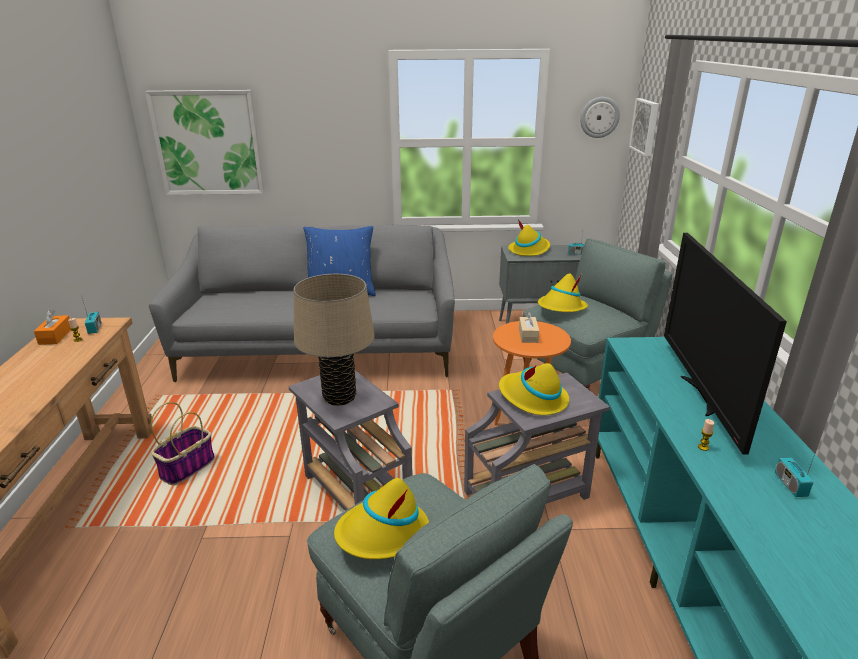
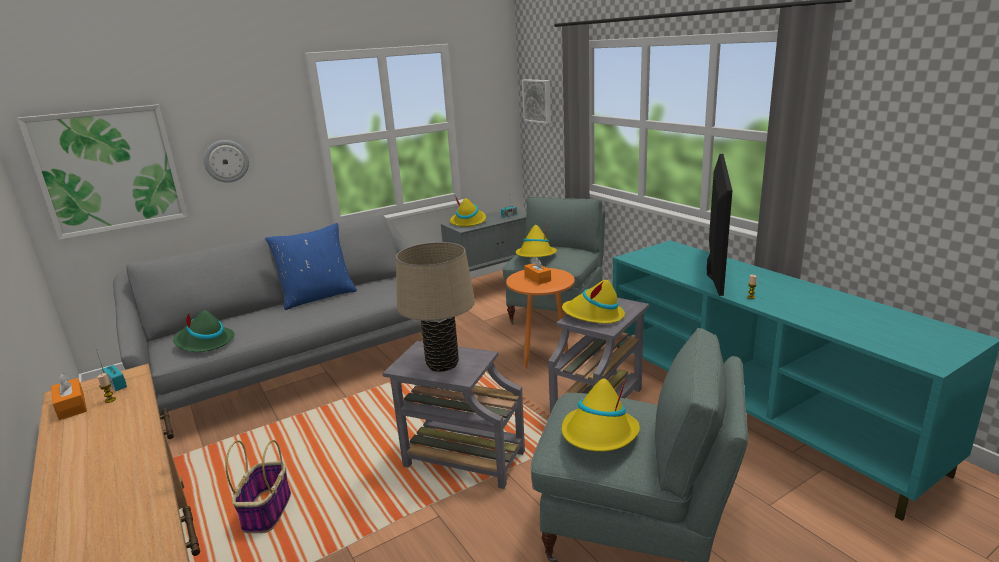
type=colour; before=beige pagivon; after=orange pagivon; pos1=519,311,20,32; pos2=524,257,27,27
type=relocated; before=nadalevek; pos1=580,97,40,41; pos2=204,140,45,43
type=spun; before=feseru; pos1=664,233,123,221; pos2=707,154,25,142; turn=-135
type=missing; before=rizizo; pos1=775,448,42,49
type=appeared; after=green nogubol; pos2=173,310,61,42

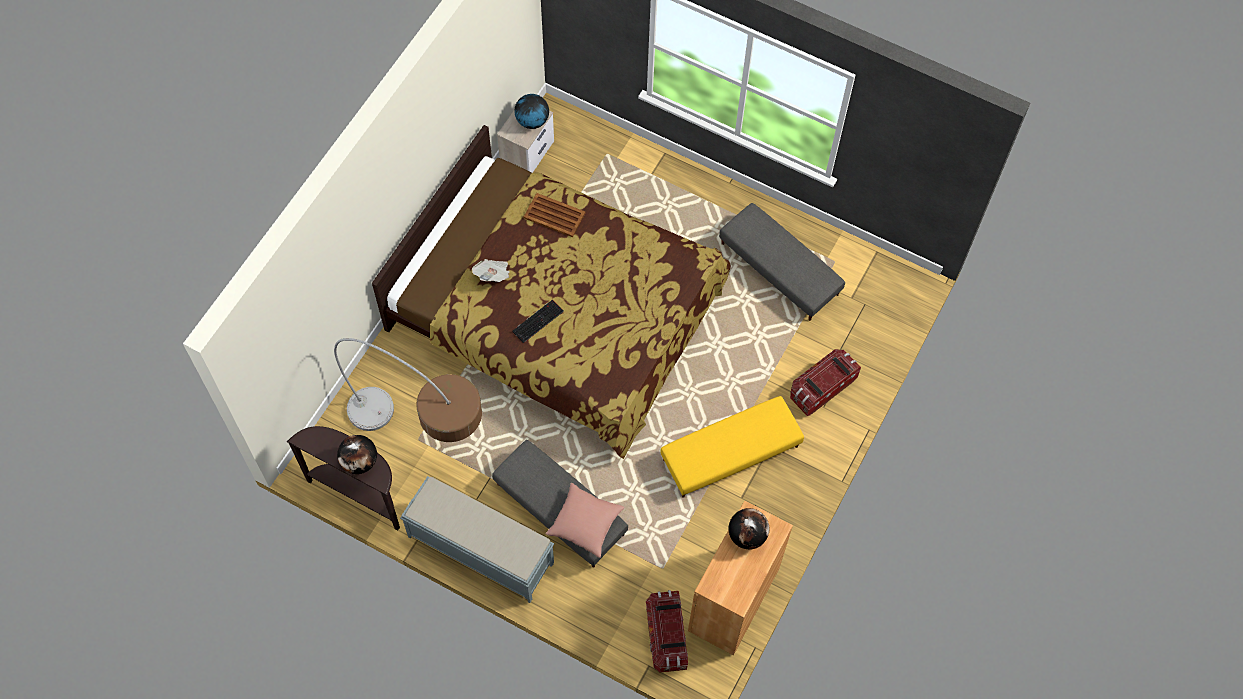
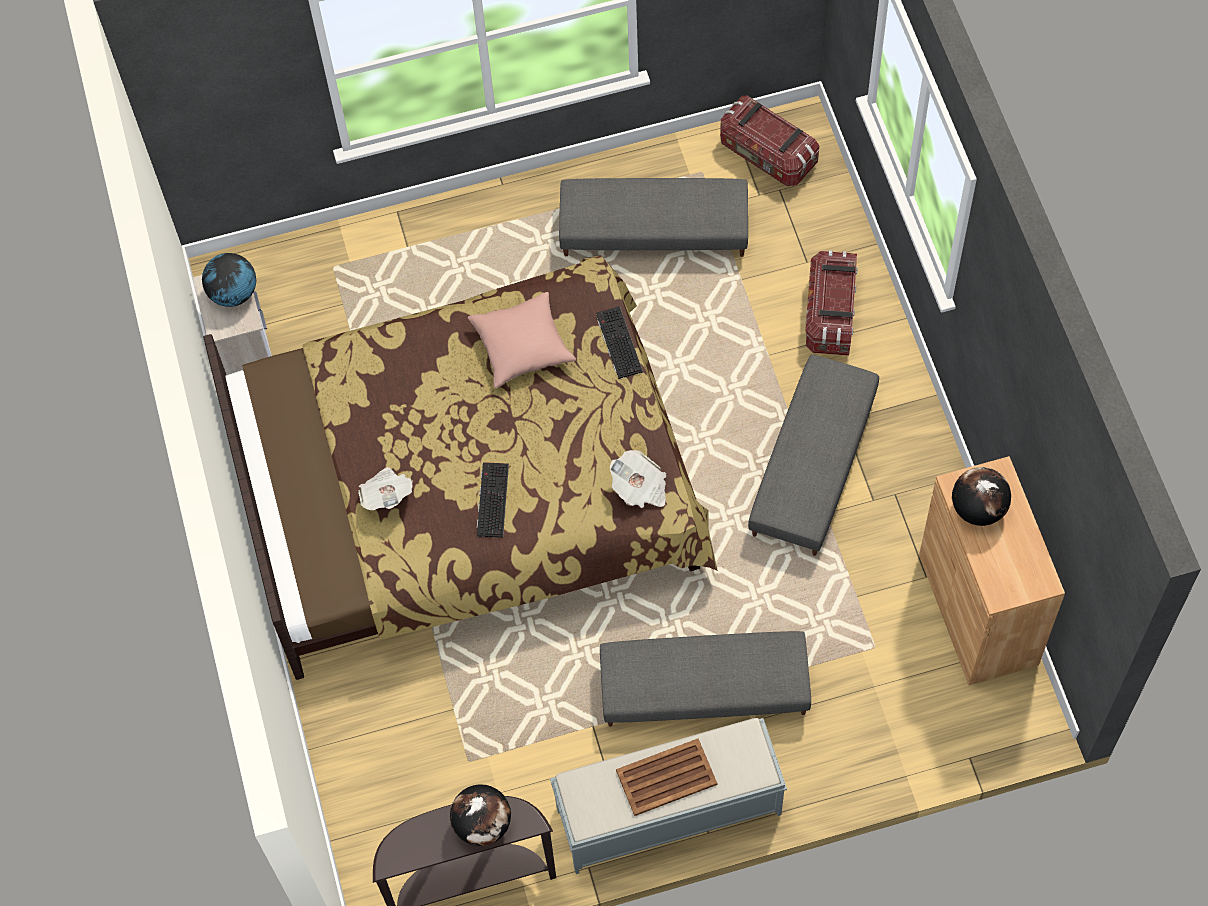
type=missing; before=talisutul; pos1=334,338,148,104
type=relocated; before=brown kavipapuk; pos1=524,193,61,44; pos2=616,739,101,77
type=relocated; before=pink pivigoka; pos1=546,483,79,75; pos2=468,292,108,96
type=relocated; before=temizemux; pos1=646,590,42,82; pos2=720,96,99,90
type=colour; before=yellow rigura; after=grey rigura; pos1=660,396,144,102; pos2=748,355,131,201
type=appeared; after=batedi; pos2=596,306,47,73
type=appeared; after=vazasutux; pos2=610,450,56,58

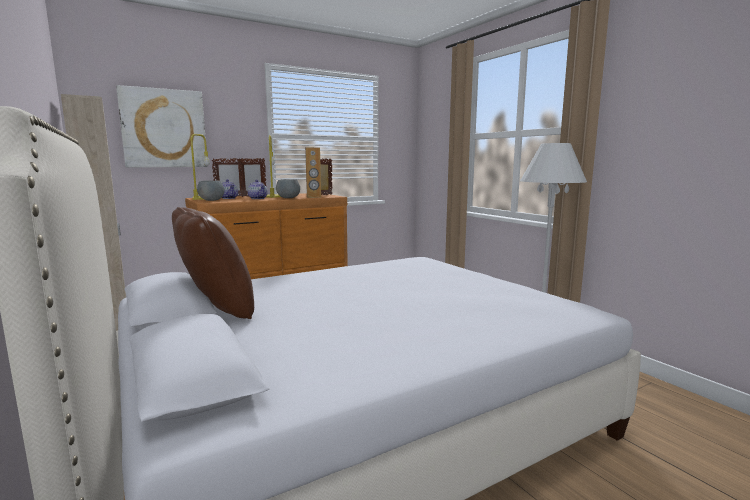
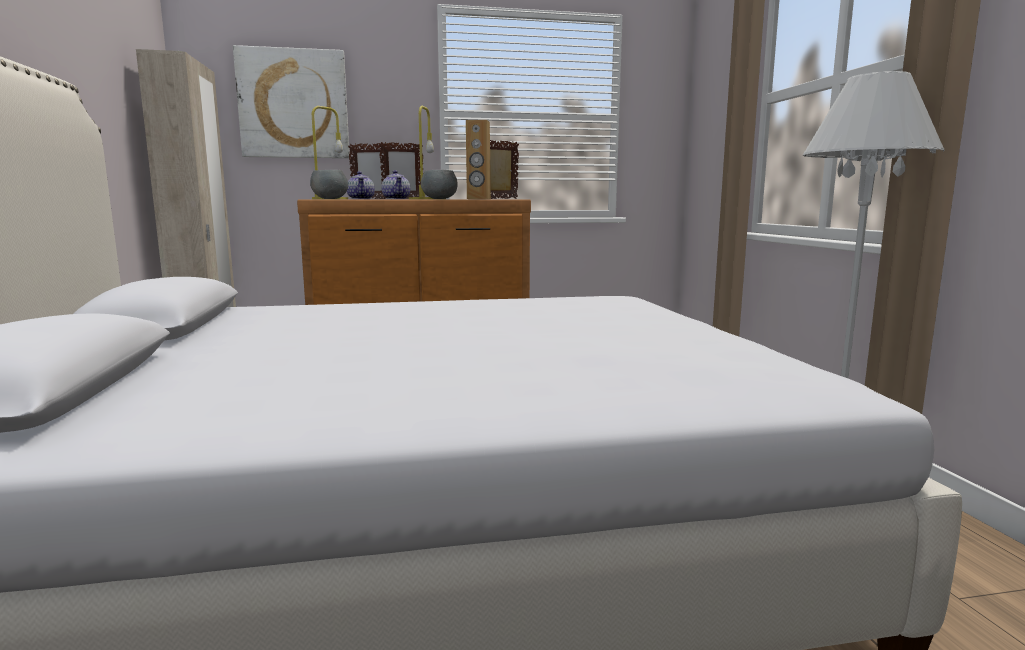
type=missing; before=brown pivigoka; pos1=172,207,82,112

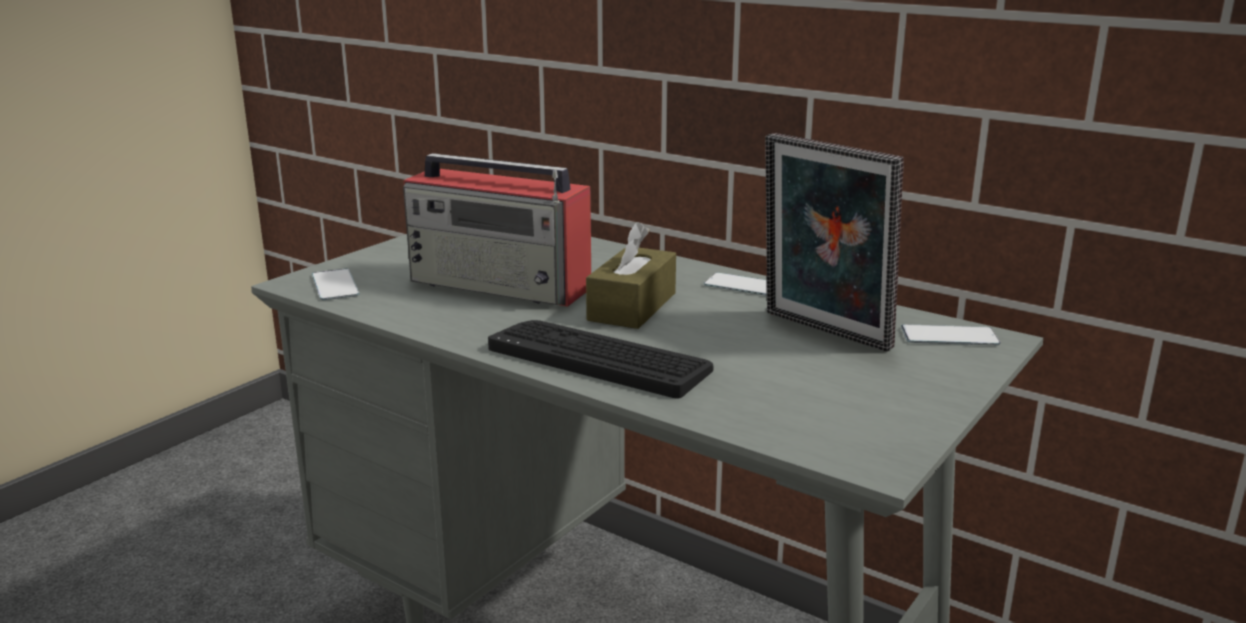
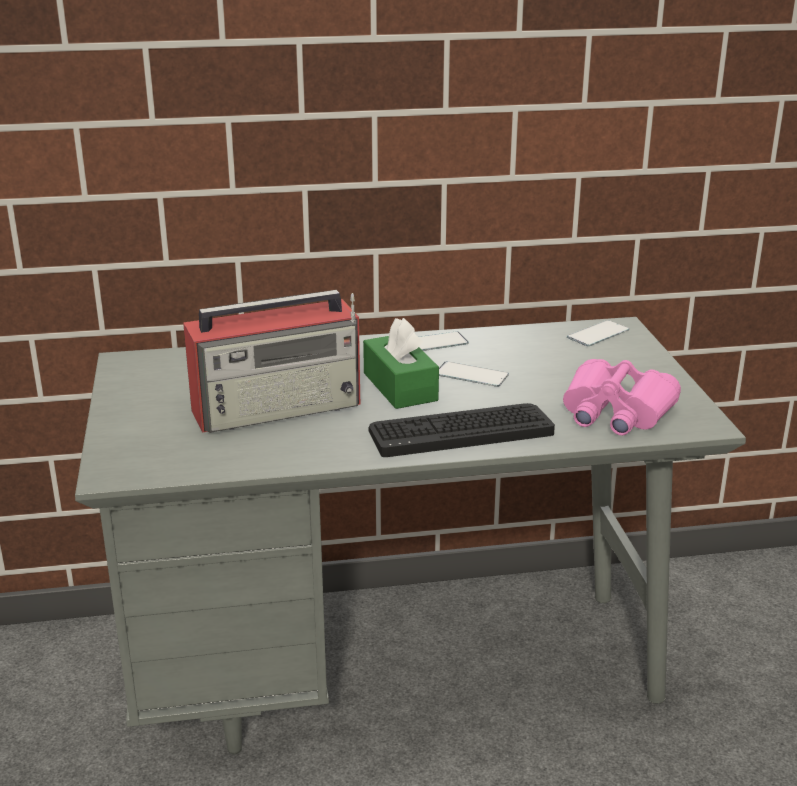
type=relocated; before=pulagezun; pos1=312,269,47,31; pos2=439,361,70,26
type=colour; before=brown pagivon; after=green pagivon; pos1=586,222,90,107; pos2=363,318,76,91
type=missing; before=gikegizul; pos1=765,133,139,219
type=appeared; after=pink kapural; pos2=563,359,118,76

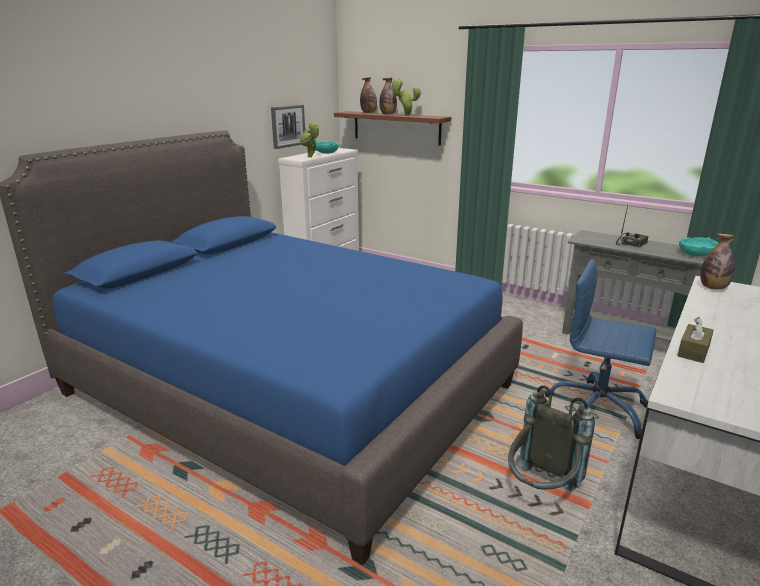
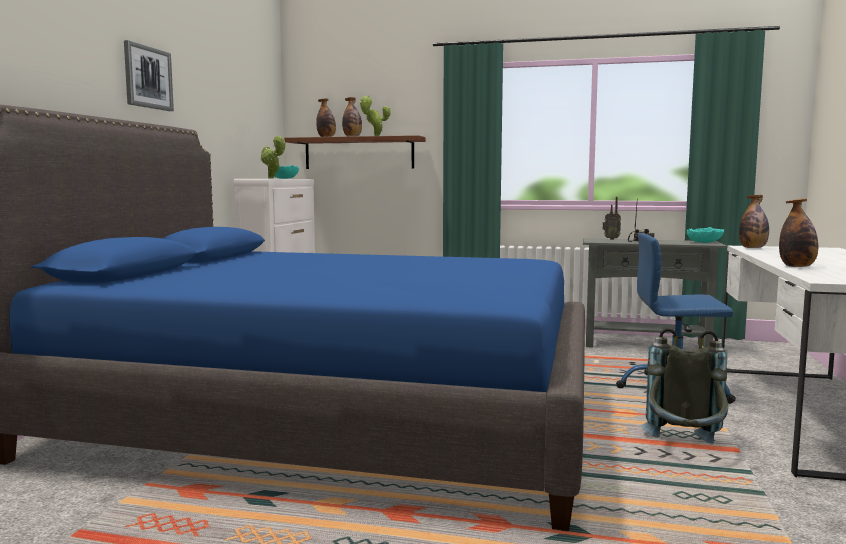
type=relocated; before=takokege; pos1=271,105,34,44; pos2=124,40,50,71
type=exchanged; before=brown pagivon; after=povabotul; pos1=677,317,37,46; pos2=779,198,39,69
type=appeared; after=rizizo; pos2=602,197,19,43

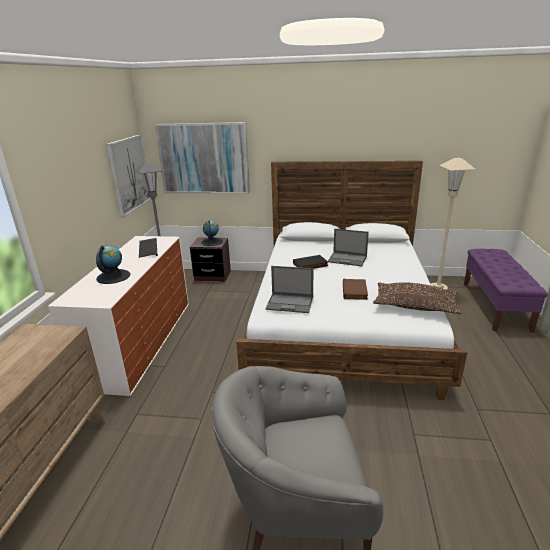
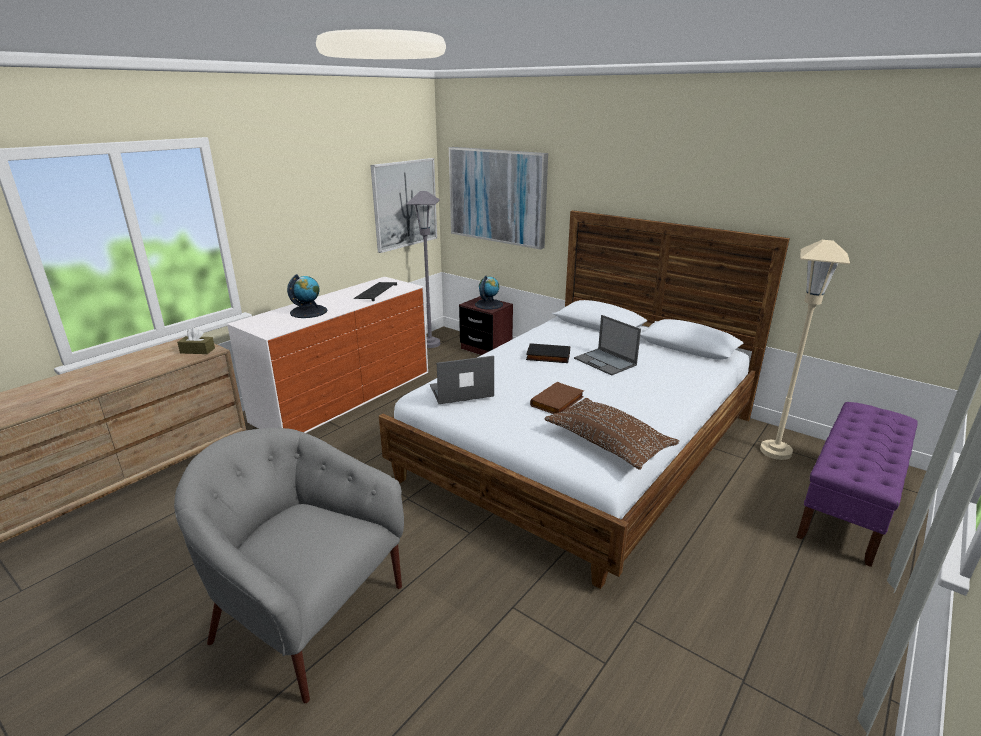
type=spun; before=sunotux; pos1=265,266,49,47; pos2=430,356,64,48; turn=120
type=appeared; after=brown pagivon; pos2=177,328,38,26

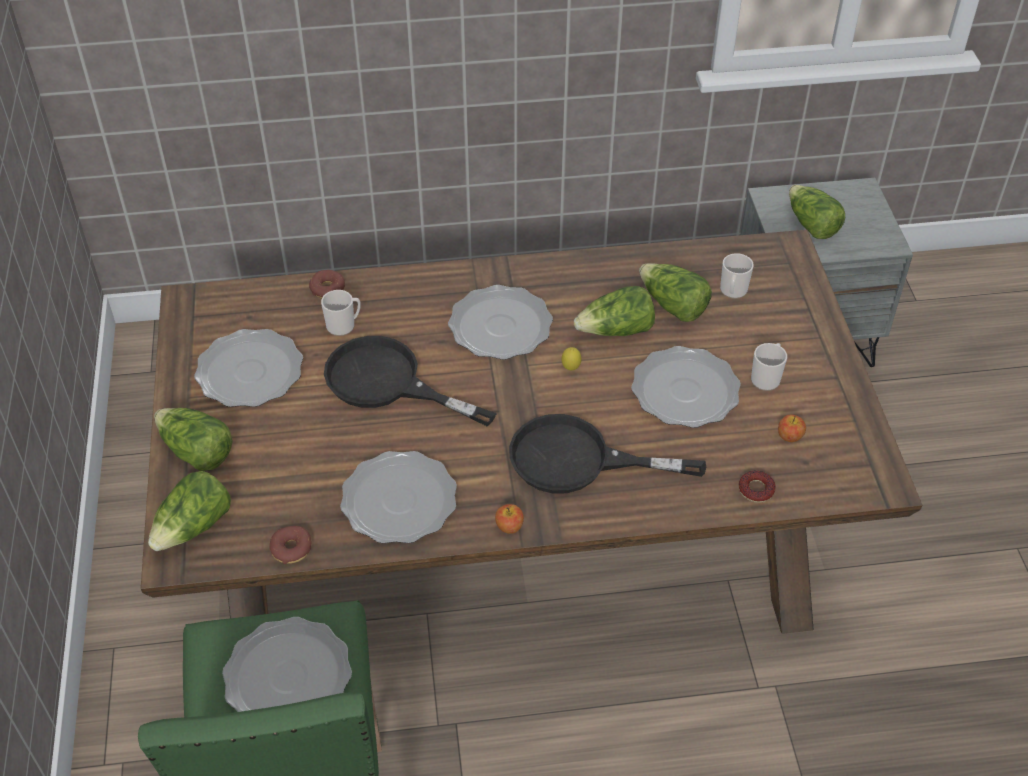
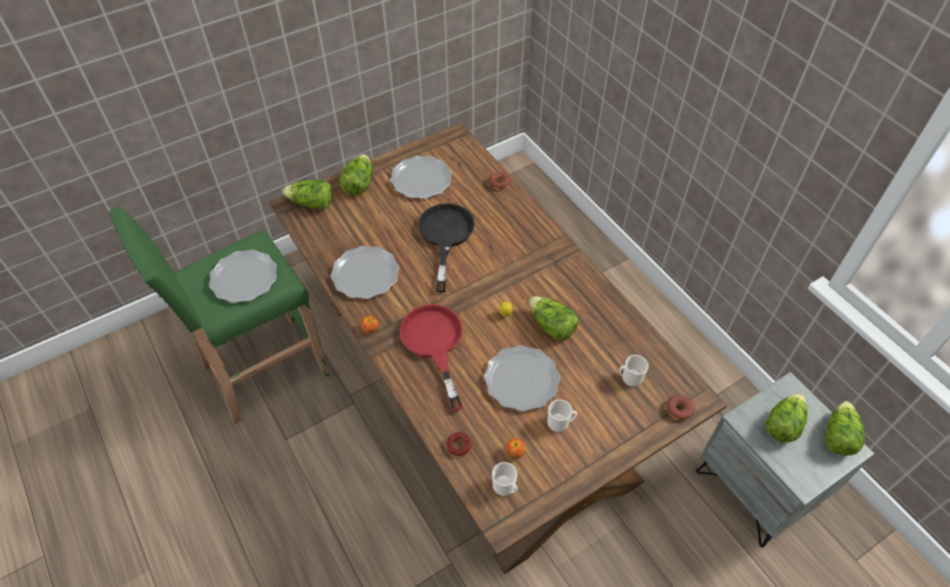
type=relocated; before=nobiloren; pos1=269,526,42,38; pos2=666,395,29,25
type=relocated; before=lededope; pos1=321,290,40,46; pos2=492,462,26,34
type=missing; before=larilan; pos1=448,285,105,75
type=colour; before=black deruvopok; after=red deruvopok; pos1=509,414,197,80; pos2=400,304,63,107
type=relocated; before=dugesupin; pos1=639,263,73,59; pos2=825,401,40,55

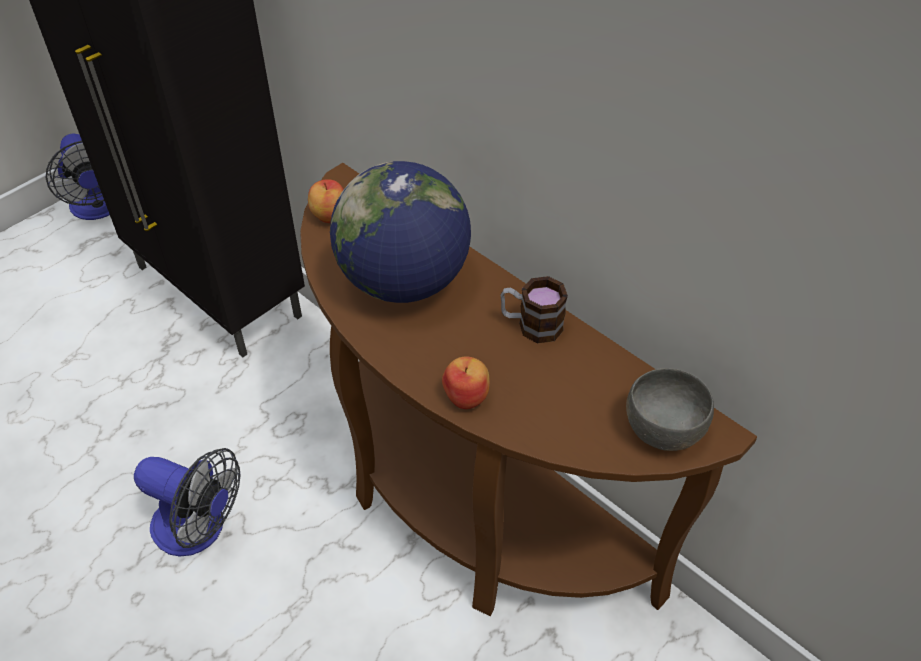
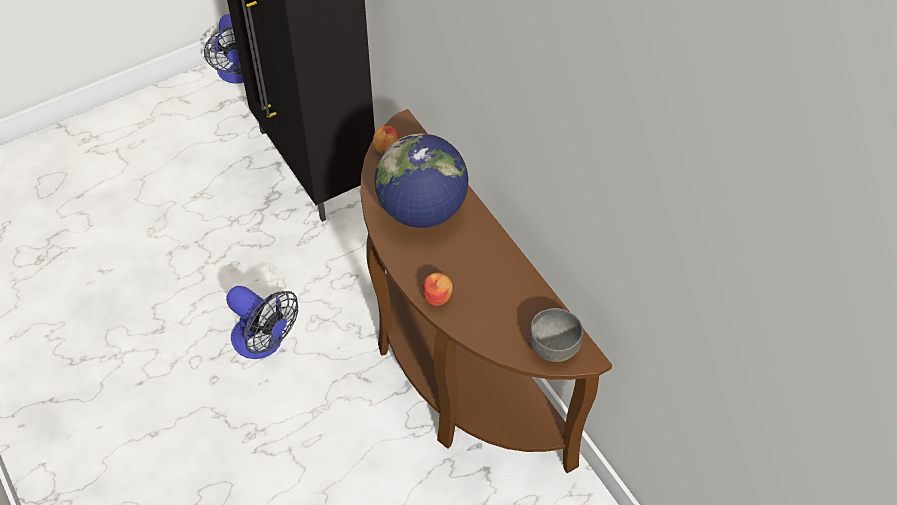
type=missing; before=lededope; pos1=501,276,67,67

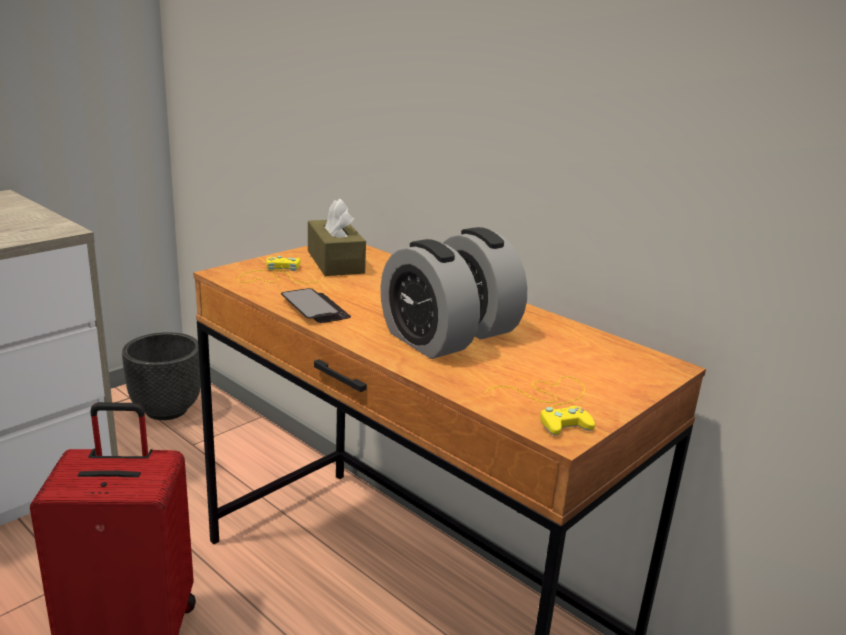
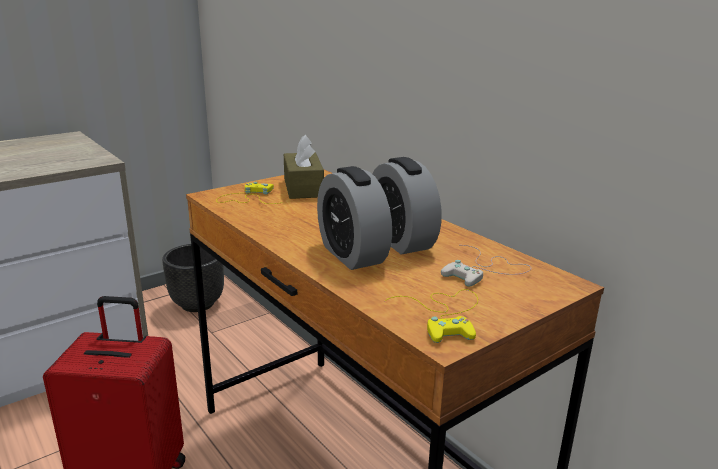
type=missing; before=pulagezun; pos1=281,288,70,35
type=appeared; after=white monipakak; pos2=441,245,90,42

